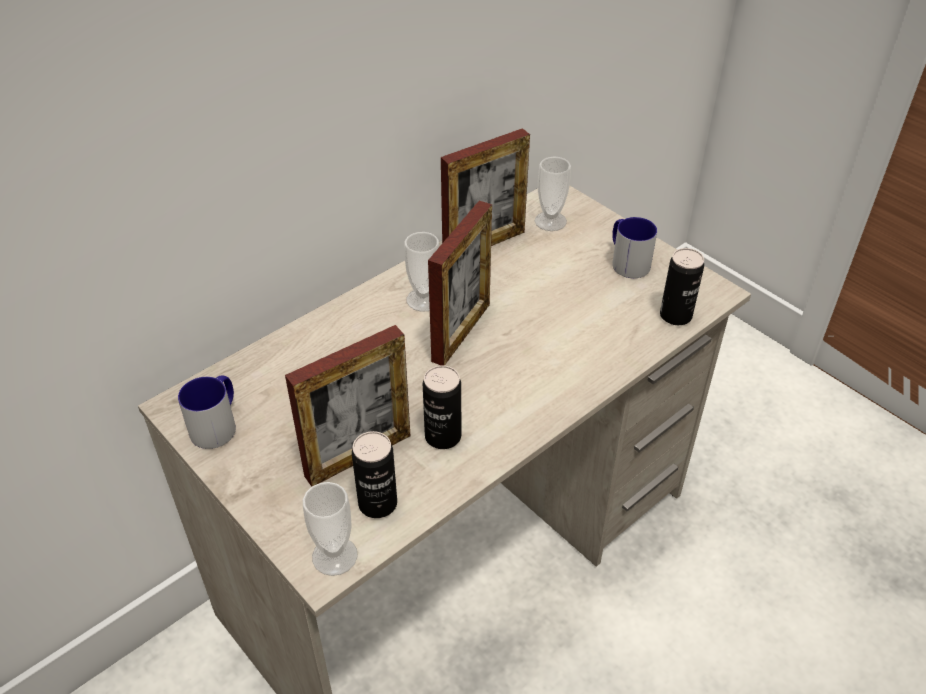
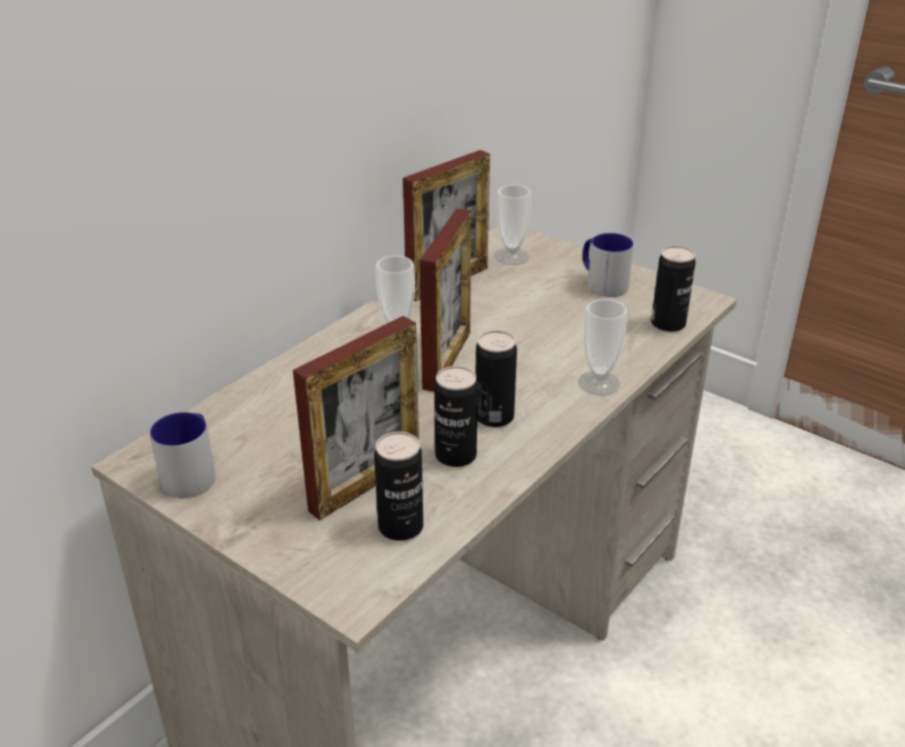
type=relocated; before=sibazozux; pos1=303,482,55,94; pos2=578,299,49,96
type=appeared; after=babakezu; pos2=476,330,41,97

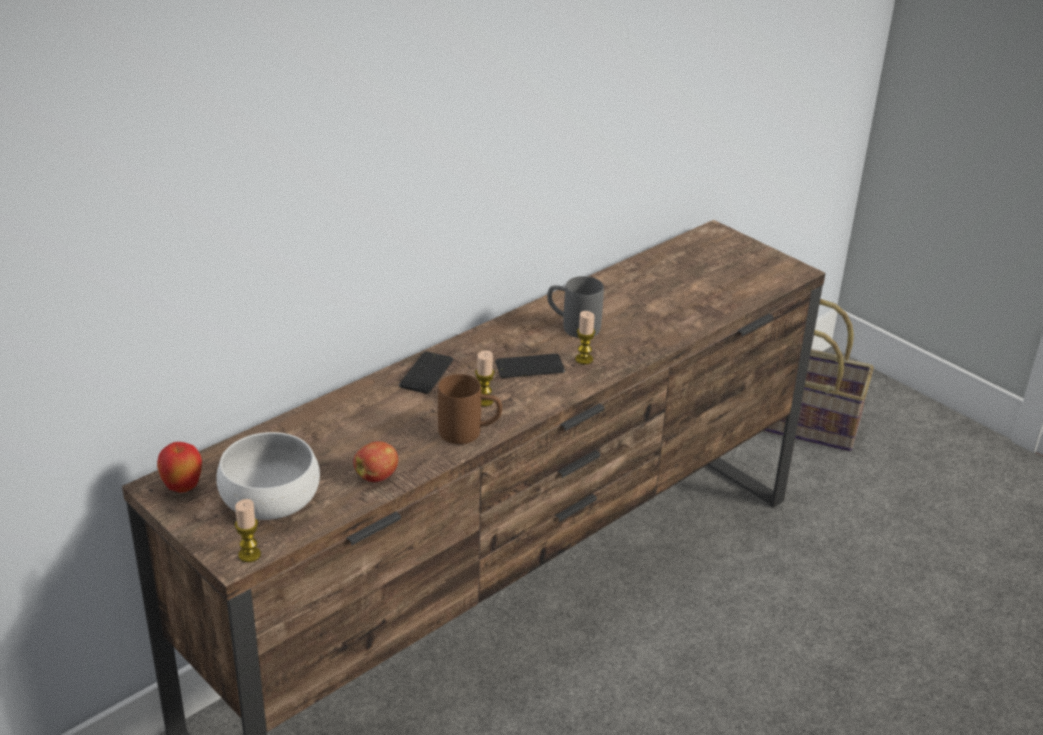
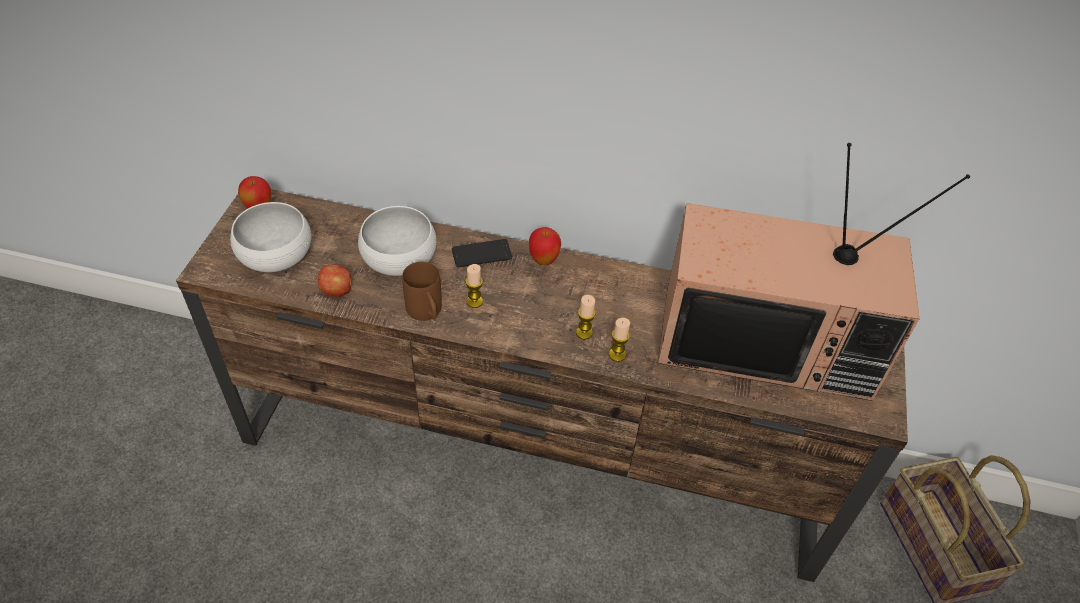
type=relocated; before=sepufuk; pos1=235,499,26,63; pos2=609,318,21,44
type=missing; before=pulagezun; pos1=495,354,70,24
type=missing; before=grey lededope; pos1=547,276,57,62
type=appeared; after=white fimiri; pos2=358,206,79,70
type=appeared; after=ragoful; pos2=529,227,32,38
type=appeared; after=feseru; pos2=658,143,312,258

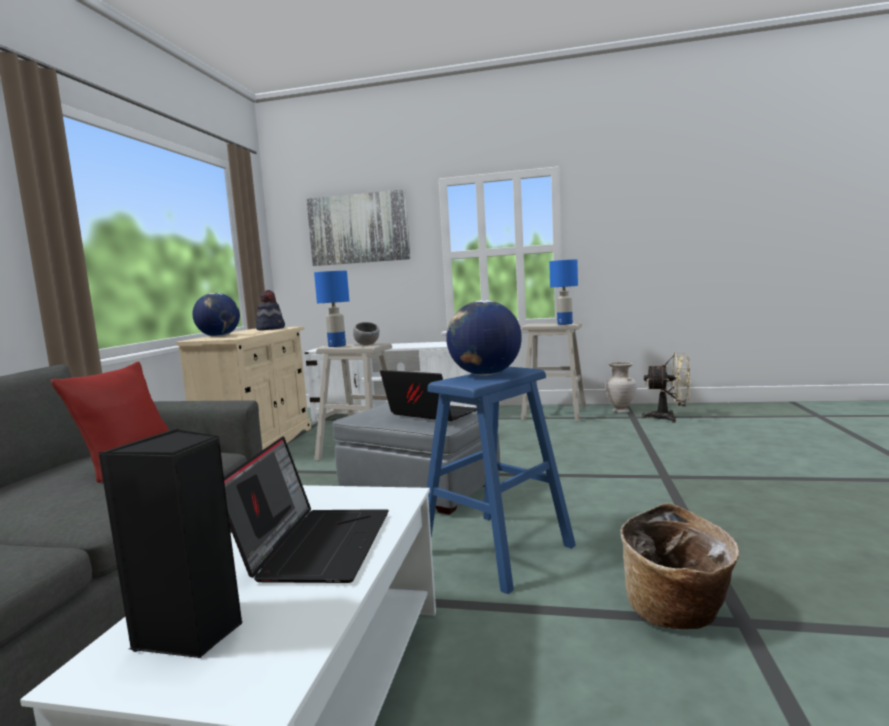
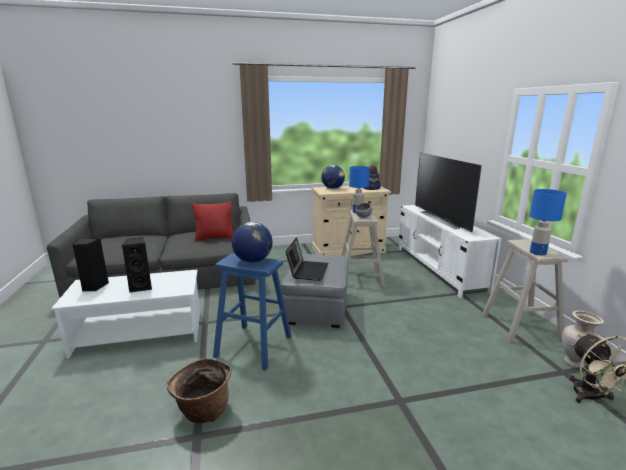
type=exchanged; before=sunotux; after=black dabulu; pos1=224,436,165,147; pos2=122,237,30,56
type=missing; before=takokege; pos1=307,189,103,77
type=appeared; after=feseru; pos2=415,152,67,81

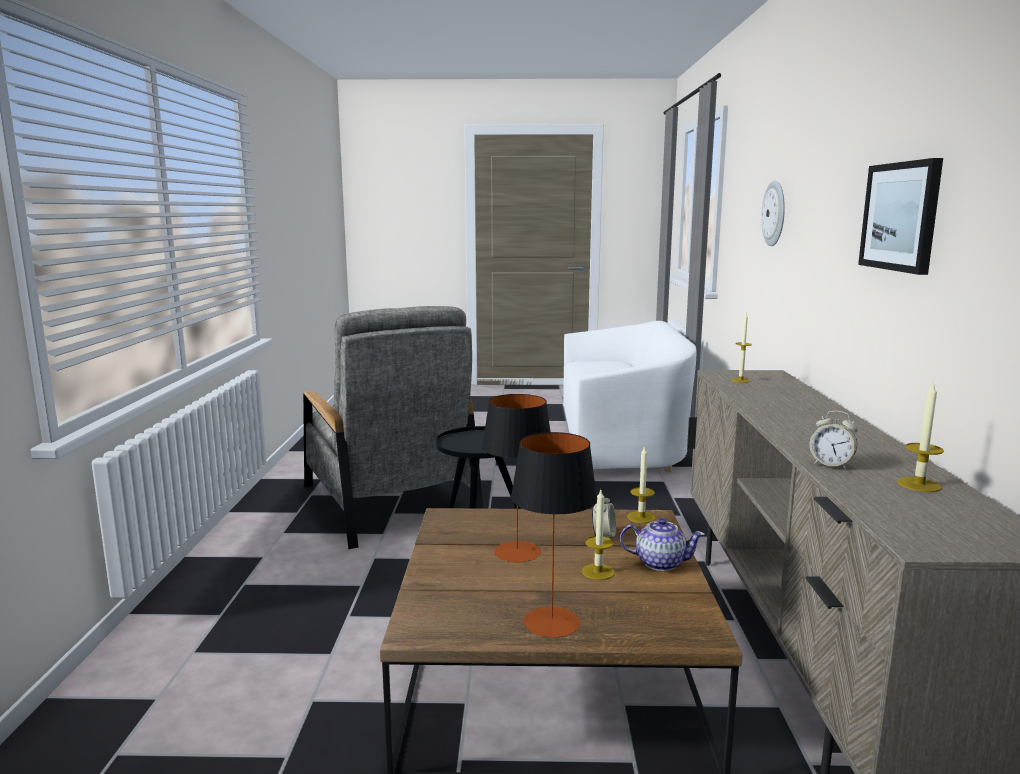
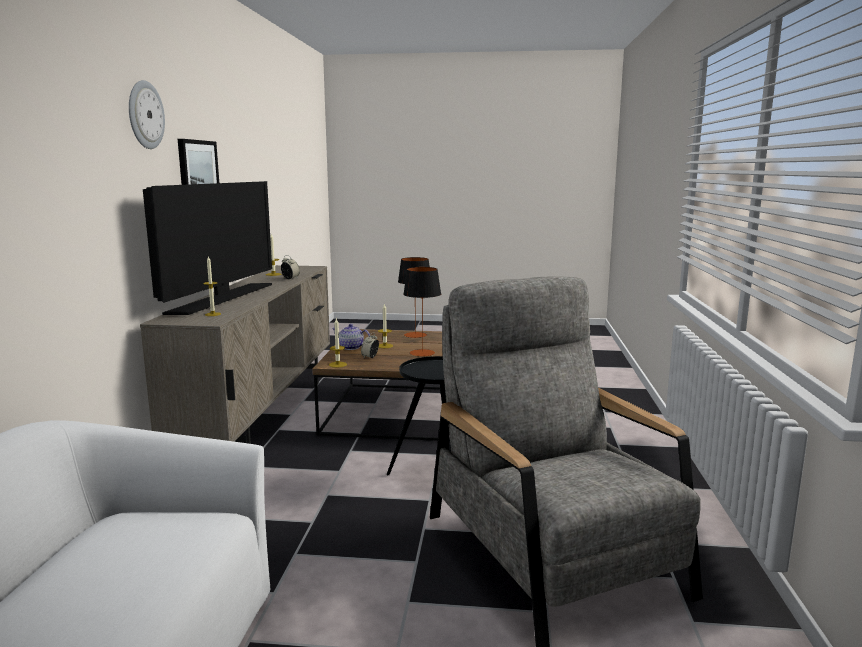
type=relocated; before=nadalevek; pos1=762,180,23,66; pos2=129,80,36,69
type=appeared; after=feseru; pos2=143,181,129,134

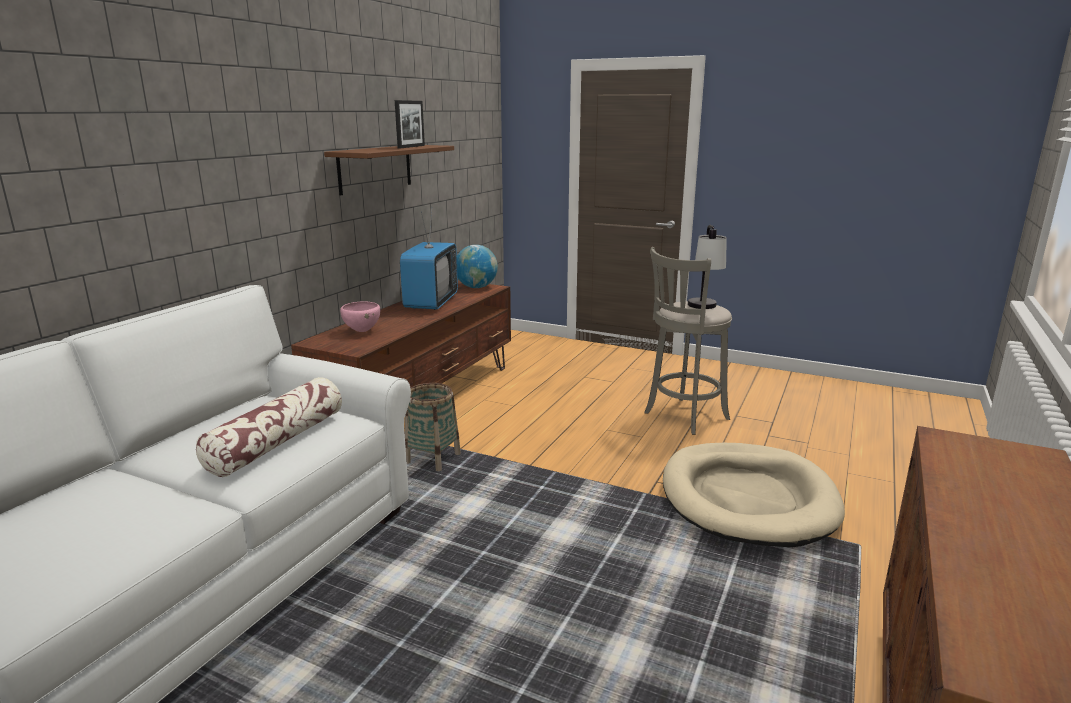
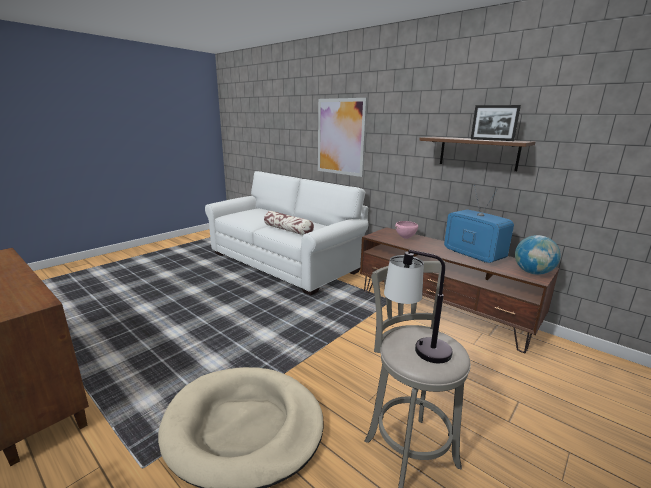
type=spun; before=feseru; pos1=400,210,58,100; pos2=444,185,70,78; turn=-150
type=missing; before=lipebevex; pos1=405,383,56,88
type=appeared; after=takokege; pos2=318,98,49,79

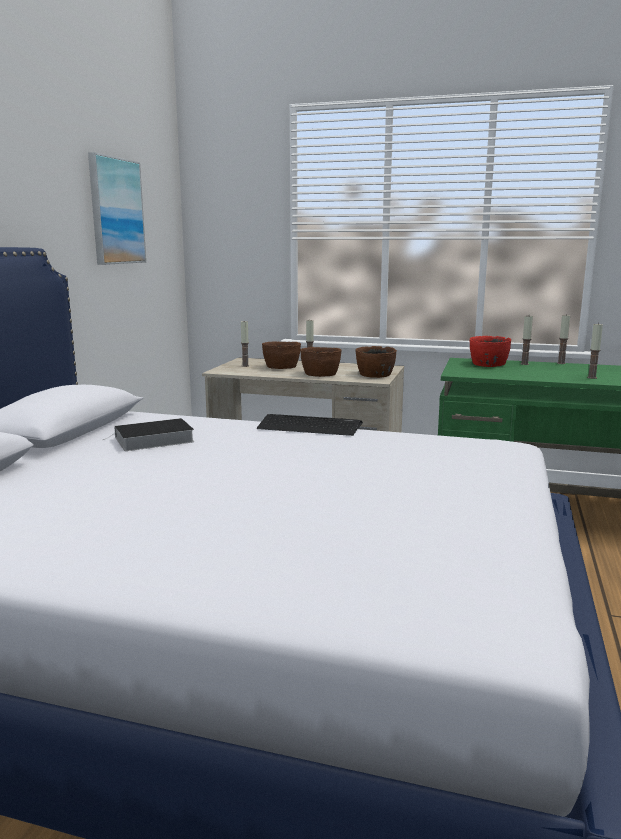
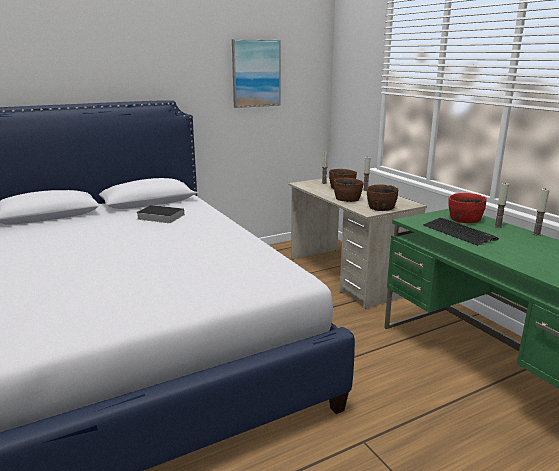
type=relocated; before=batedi; pos1=257,414,106,22; pos2=423,218,76,28
type=missing; before=sepufuk; pos1=587,323,16,56

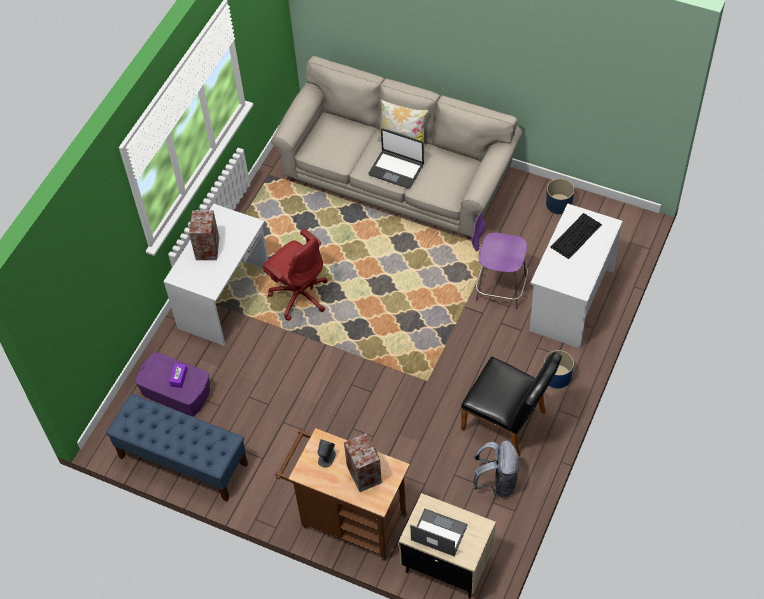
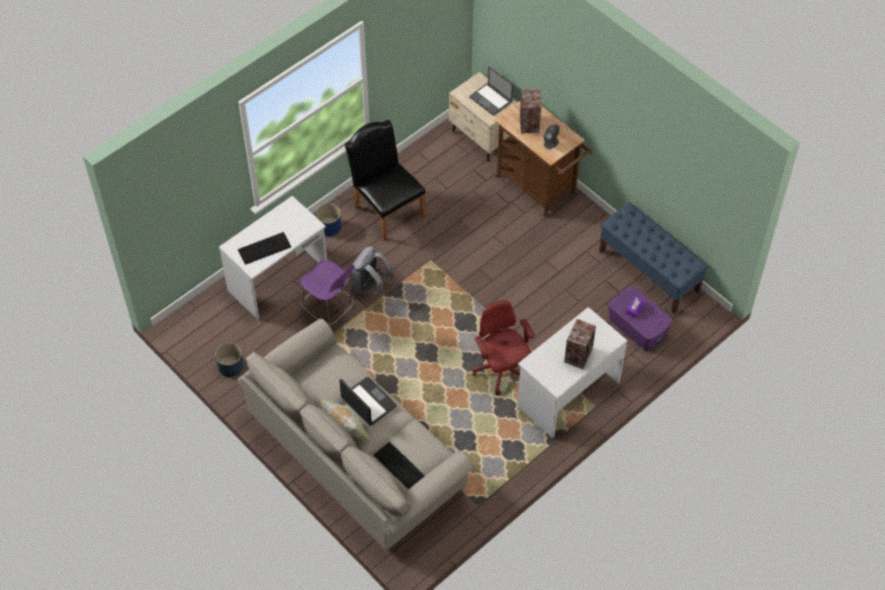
type=relocated; before=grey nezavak; pos1=473,440,47,57; pos2=351,246,43,51
type=appeared; after=batedi; pos2=373,441,52,49

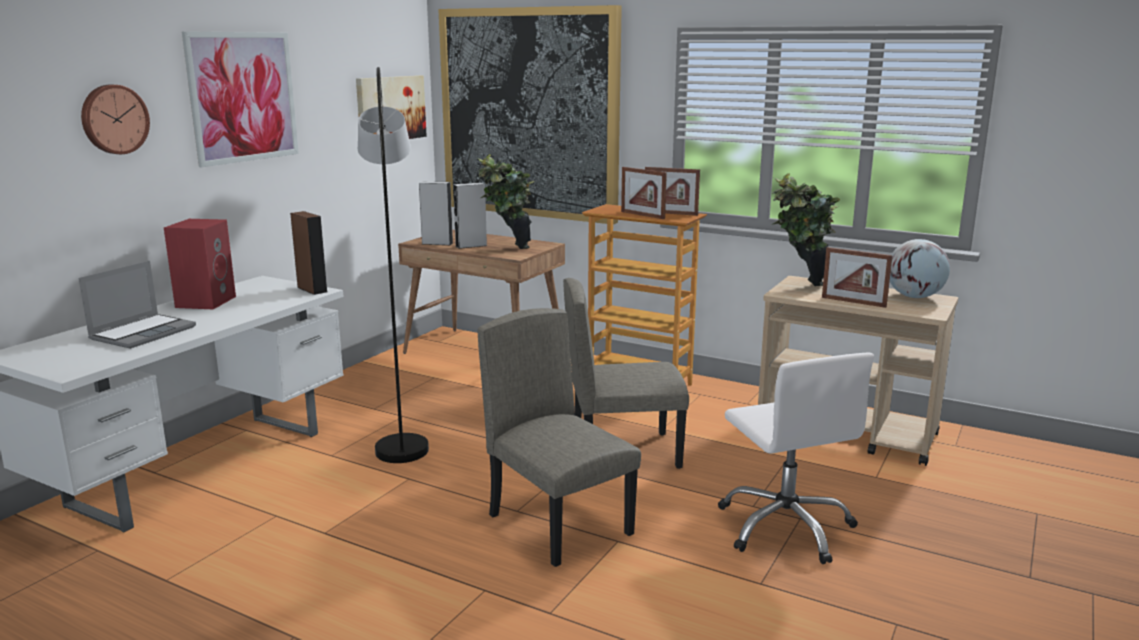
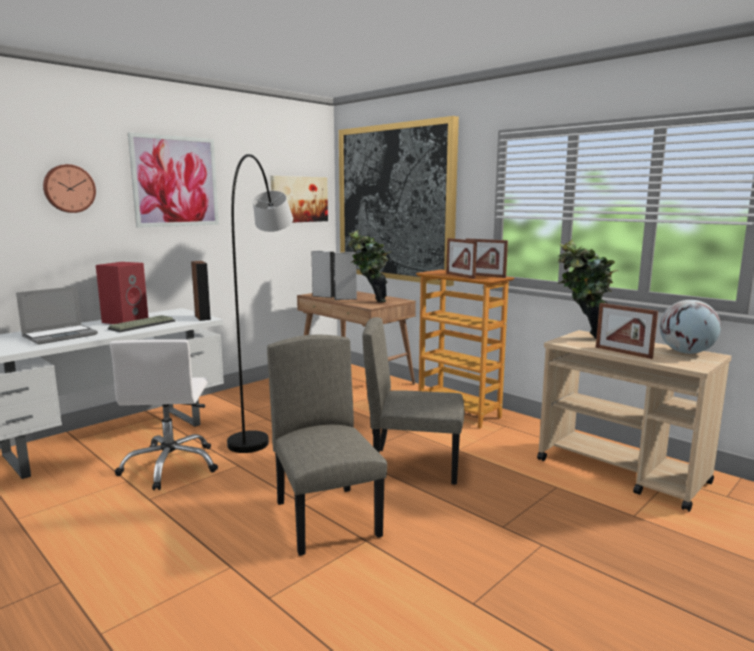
type=relocated; before=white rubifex; pos1=718,353,156,211; pos2=110,339,108,151
type=appeared; after=batedi; pos2=108,315,67,17

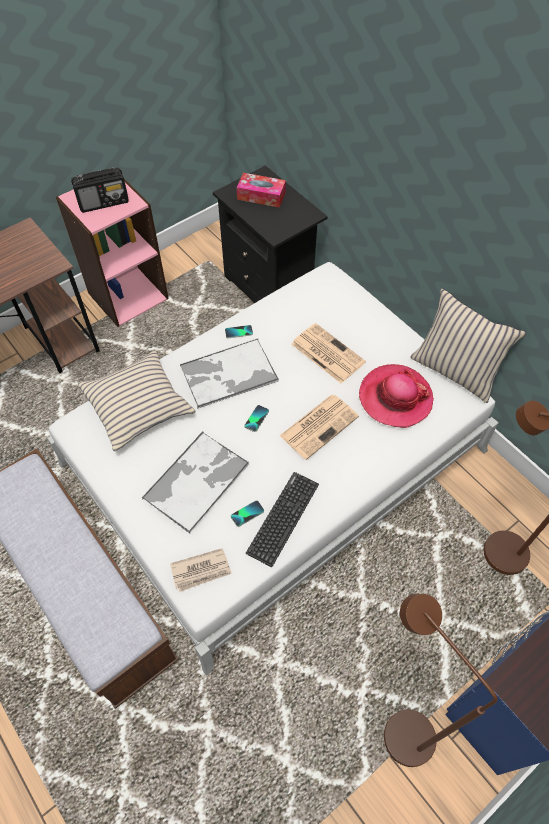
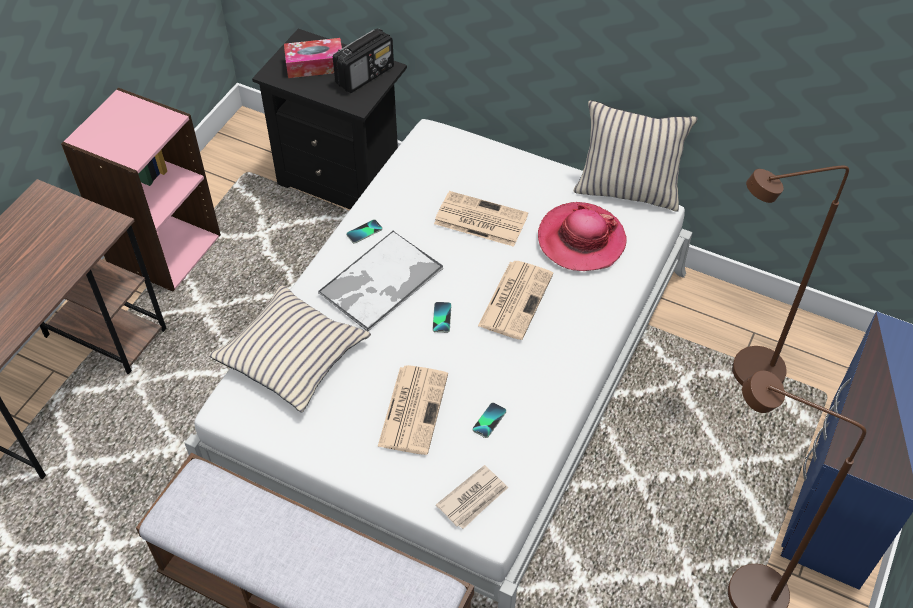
type=relocated; before=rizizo; pos1=71,168,58,45; pos2=333,29,61,64
type=exchanged; before=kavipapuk; after=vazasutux; pos1=142,431,107,102; pos2=377,365,71,90
type=missing; before=batedi; pos1=246,472,73,95

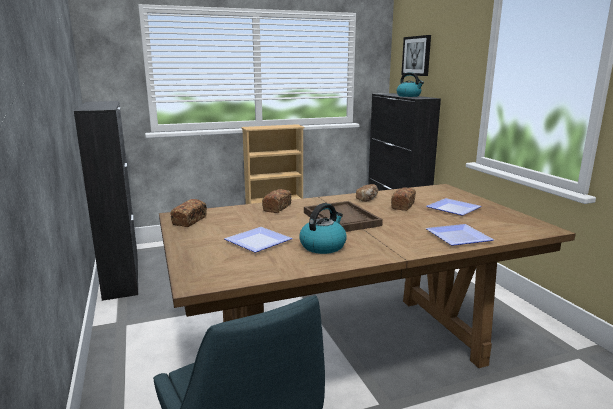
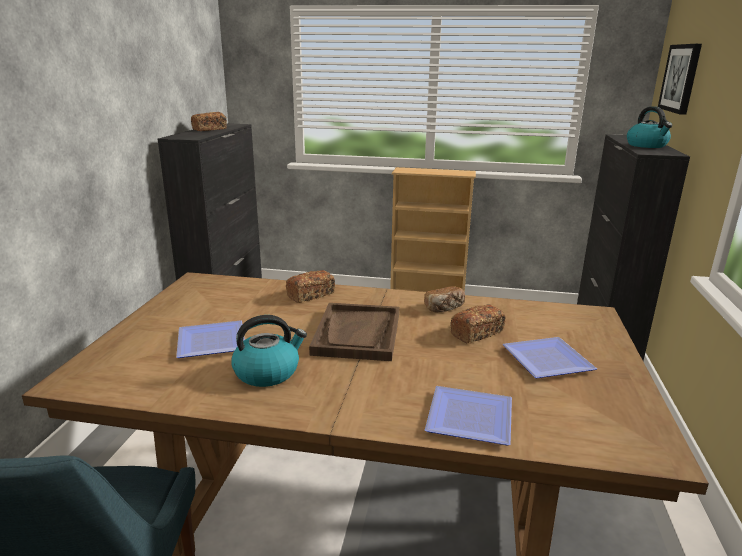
type=relocated; before=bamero; pos1=171,199,36,28; pos2=191,112,36,19

